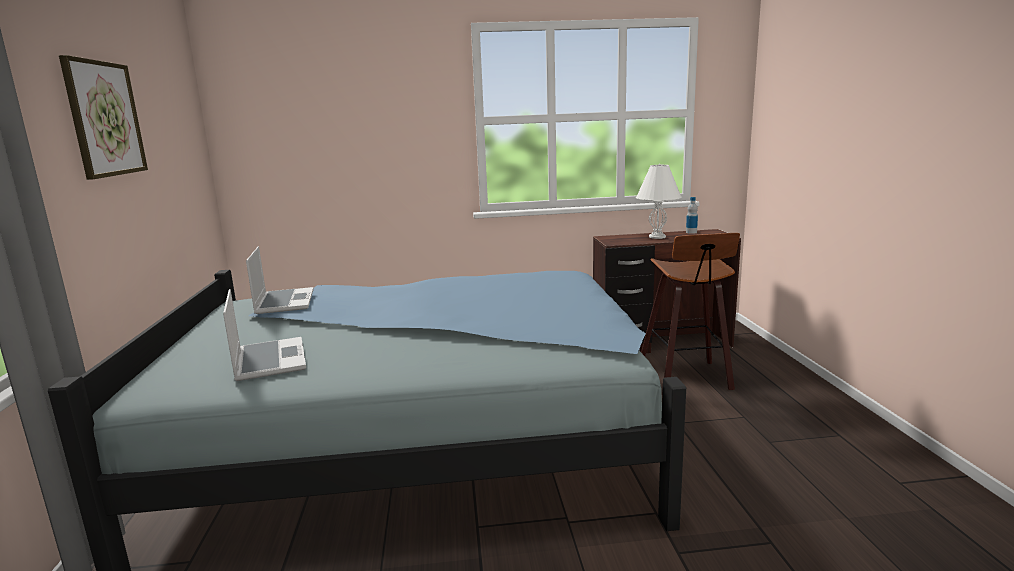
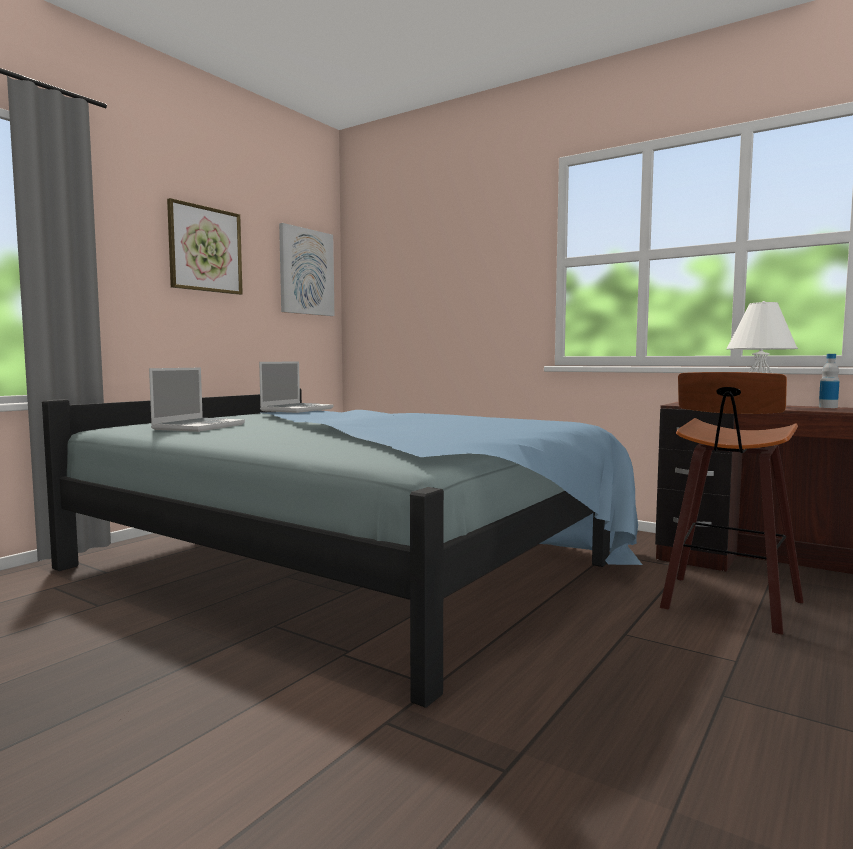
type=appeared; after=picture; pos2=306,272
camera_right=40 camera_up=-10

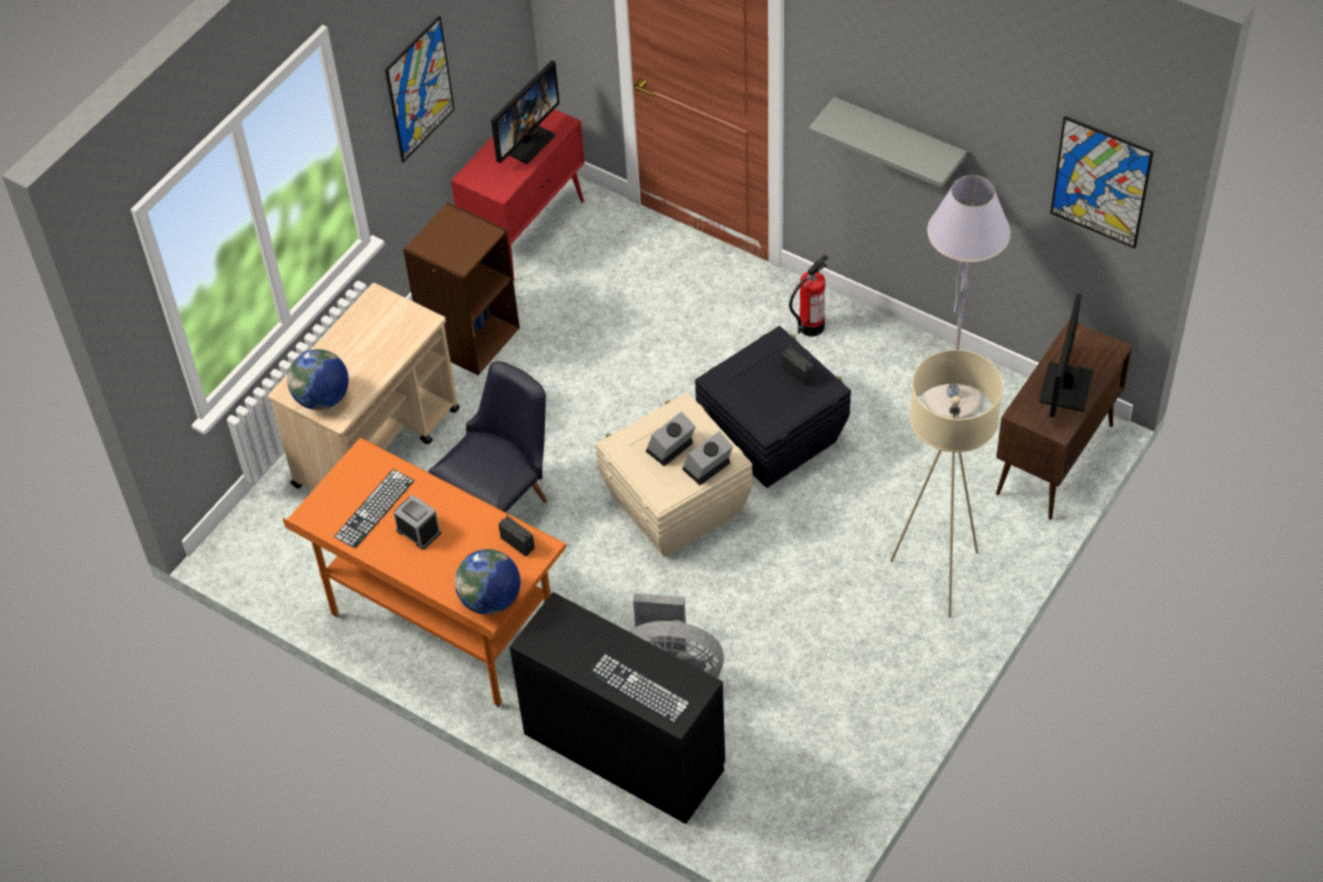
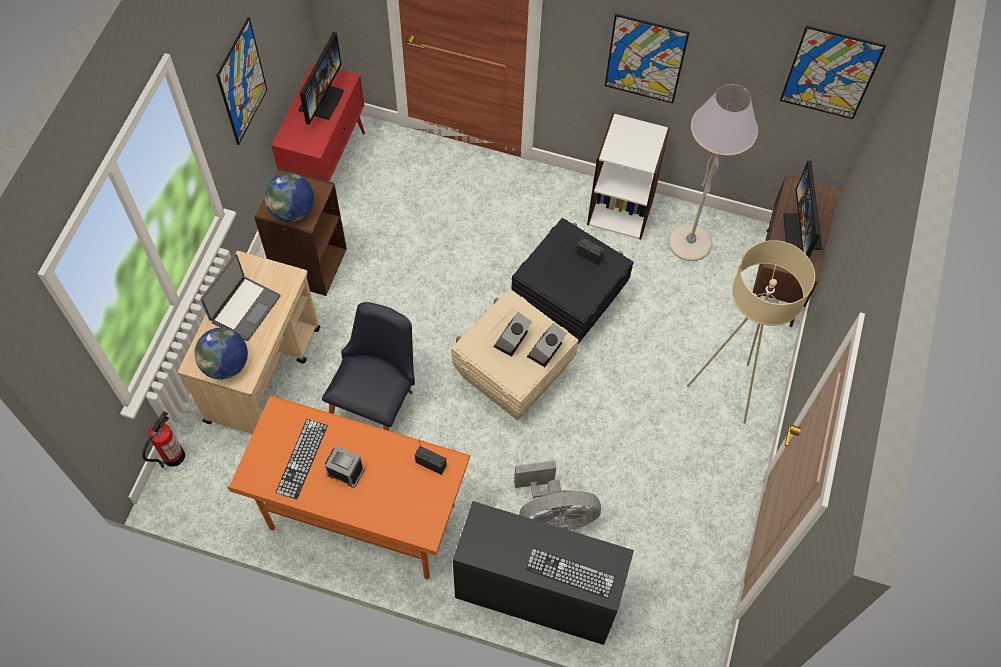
type=exchanged; before=shelf (grey); after=picture; pos1=898,140; pos2=645,59
type=relocated; before=fire extinguisher; pos1=811,326; pos2=173,456
type=relocated; before=globe; pos1=490,600; pos2=292,211
type=appeared; after=bookcase (white); pos2=621,209
type=appeared; after=laptop; pos2=244,308
camera_right=-20 camera_up=10

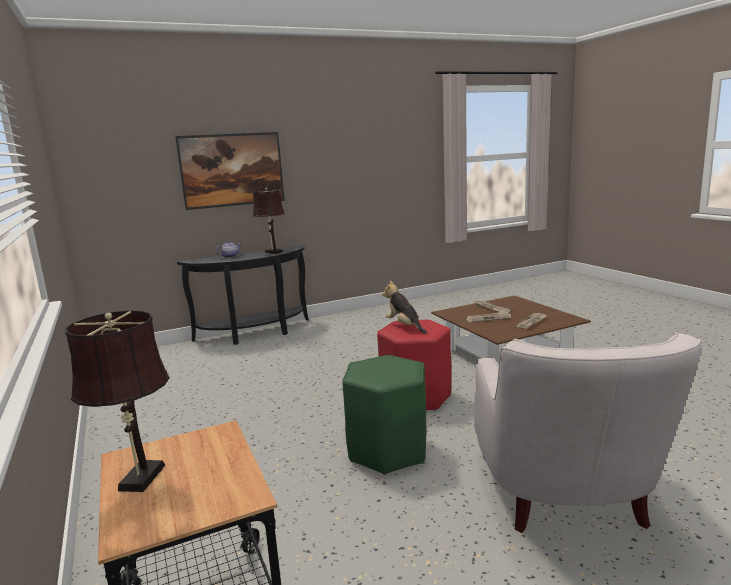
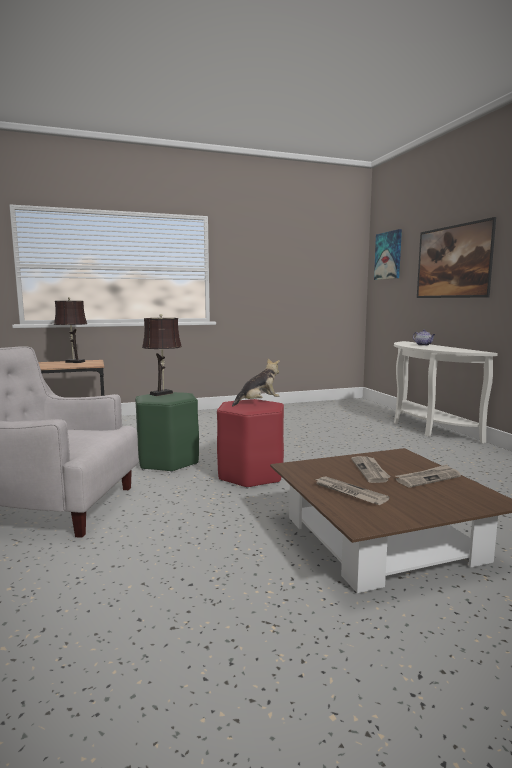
type=relocated; before=table lamp (brown); pos1=272,252; pos2=163,393
type=colour; before=console table (black); after=console table (white); pos1=255,334; pos2=425,427
type=appeared; after=picture; pos2=388,255
camera_right=95 camera_up=-5

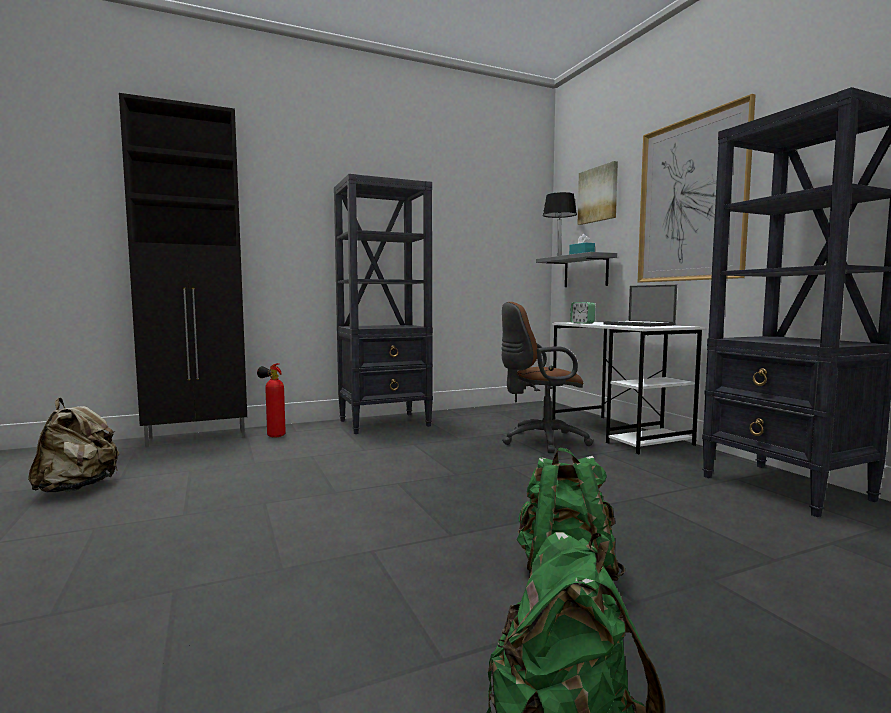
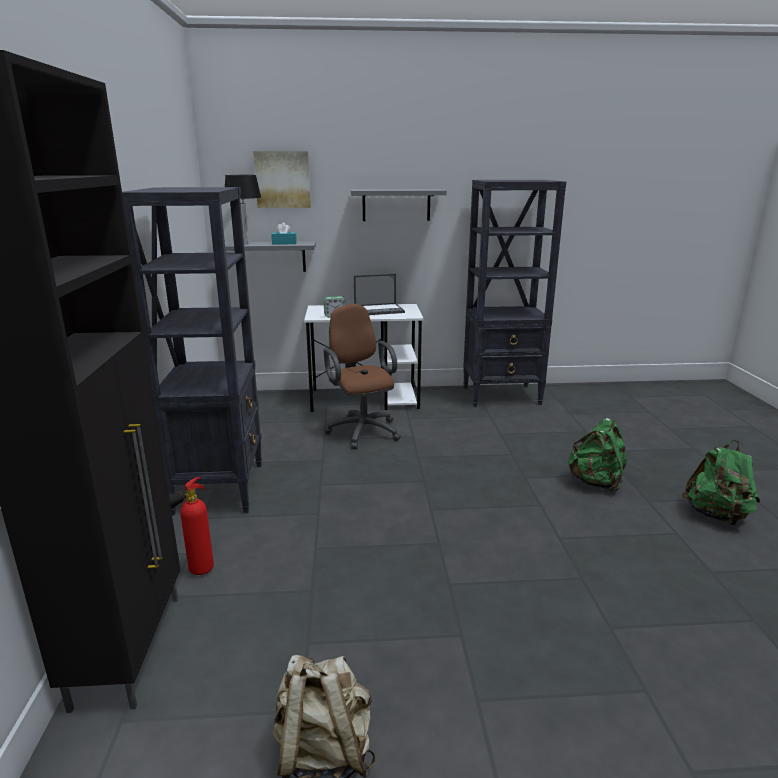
type=exchanged; before=picture; after=shelf (grey); pos1=690,200; pos2=396,205
type=spun; before=office chair (brown); pos1=540,441; pos2=362,430; turn=150
camera_right=-70 camera_up=15

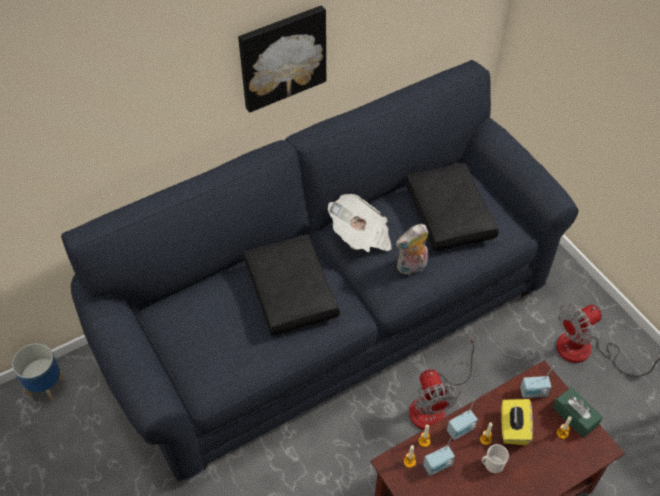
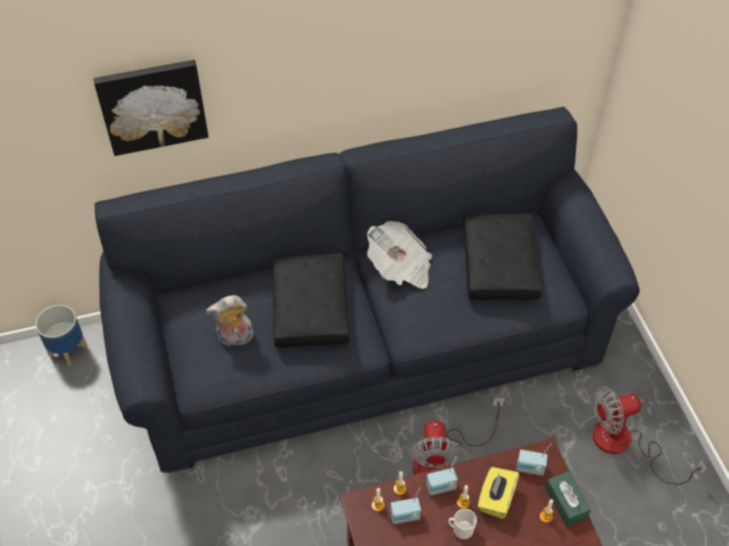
type=relocated; before=picture; pos1=282,57; pos2=152,105
type=relocated; before=plush toy; pos1=411,267; pos2=234,339
camera_right=15 camera_up=0

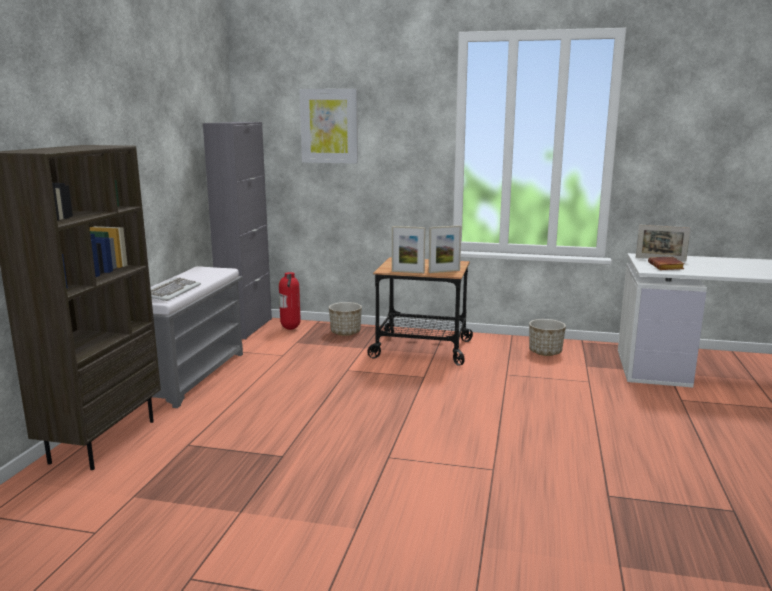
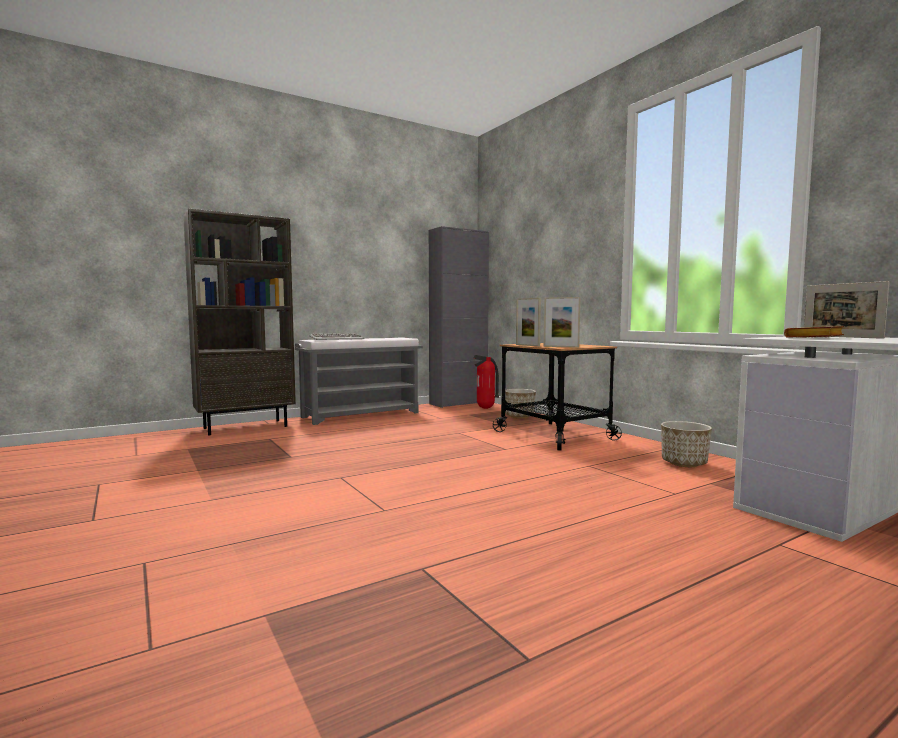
type=missing; before=picture; pos1=329,126
camera_right=45 camera_up=-10

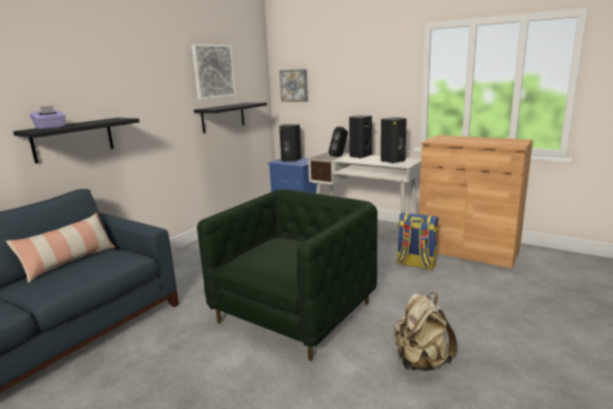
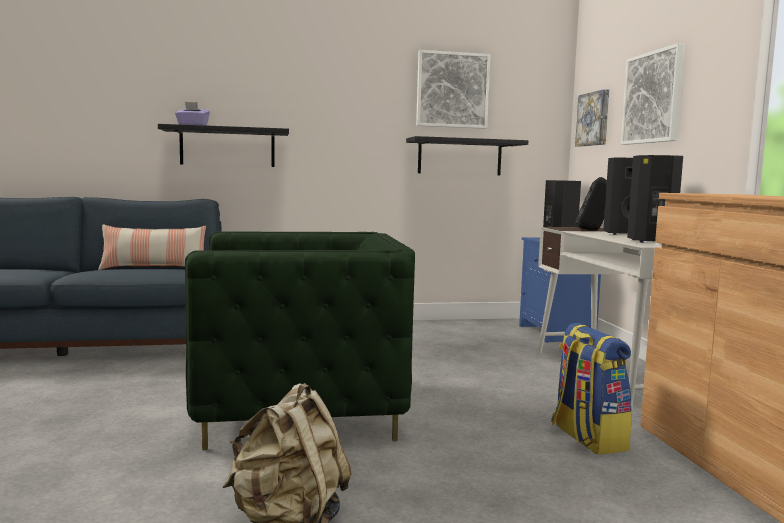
type=appeared; after=picture; pos2=653,97
camera_right=45 camera_up=-10

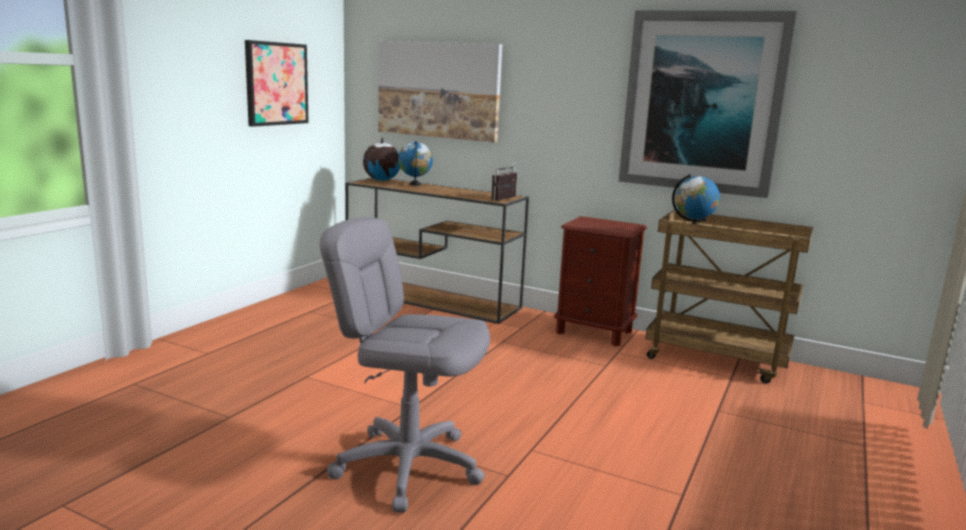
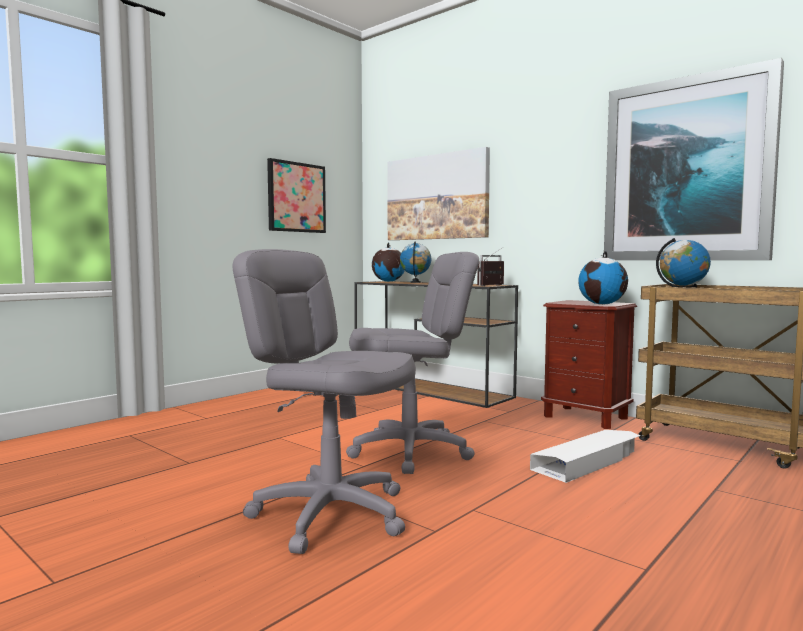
type=appeared; after=globe; pos2=602,304
type=appeared; after=office chair (grey); pos2=410,452
type=appeared; after=storage box (white); pos2=587,462
camera_right=15 camera_up=-10

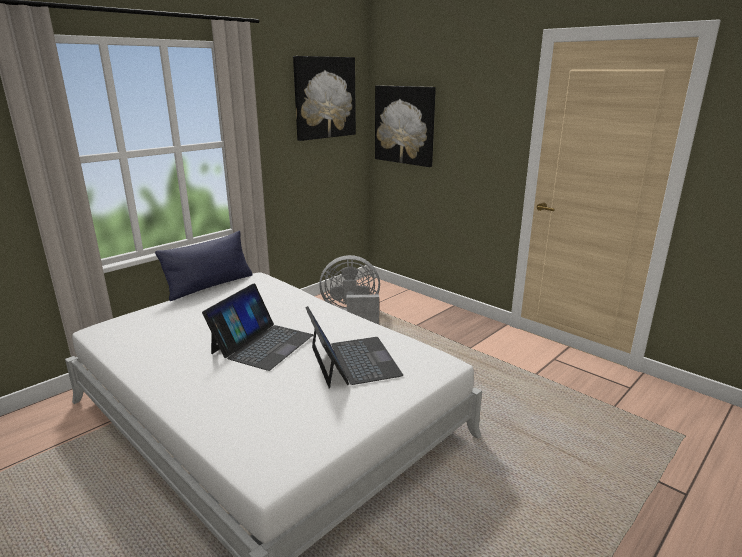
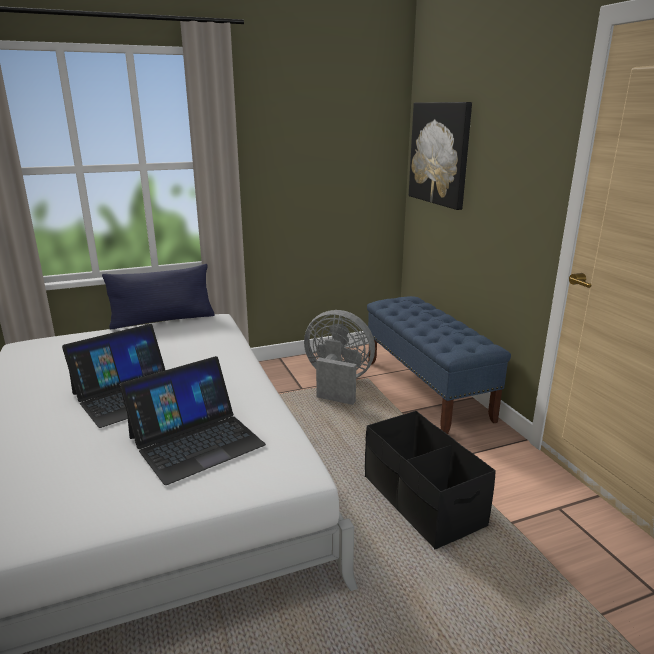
type=missing; before=picture; pos1=324,98
type=spun; before=laptop; pos1=353,361; pos2=196,441; turn=45
type=appeared; after=bench (blue); pos2=426,390
type=appeared; after=storage box (black); pos2=422,500
camera_right=25 camera_up=0

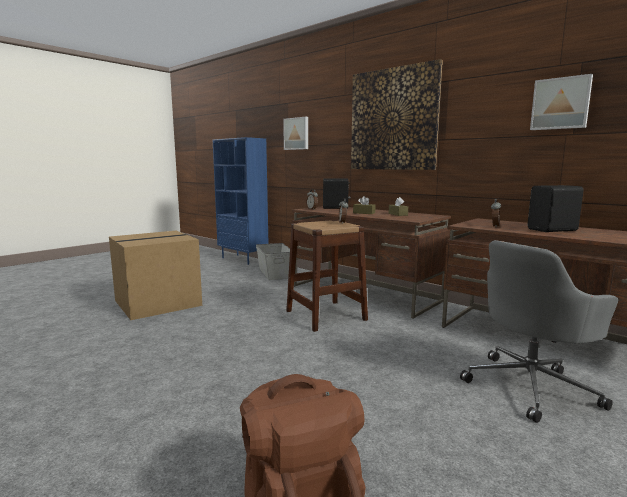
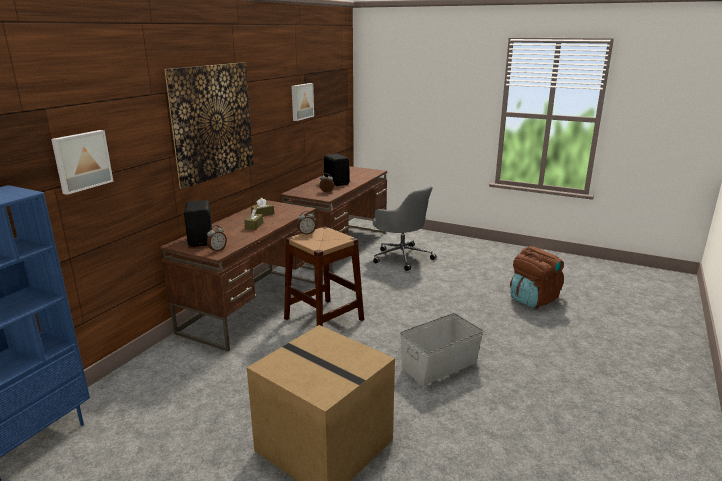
type=relocated; before=storage box (grey); pos1=274,273; pos2=439,365
camera_right=-105 camera_up=10

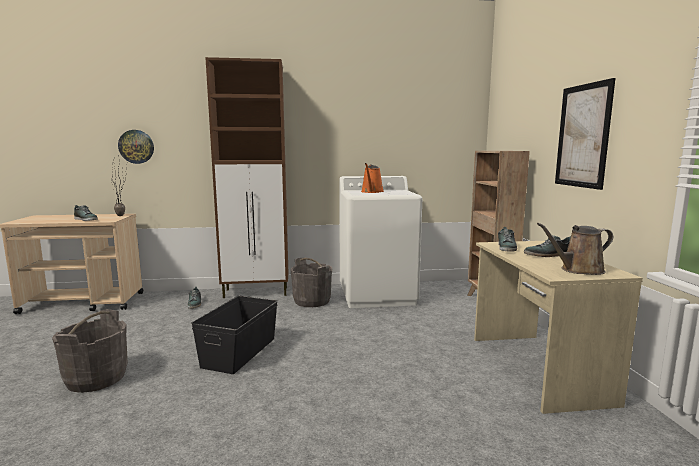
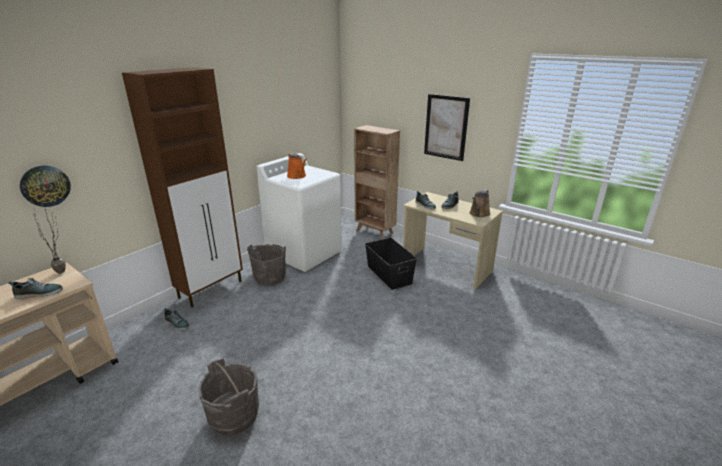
type=relocated; before=storage box (black); pos1=240,352; pos2=389,274
camera_right=-45 camera_up=15

